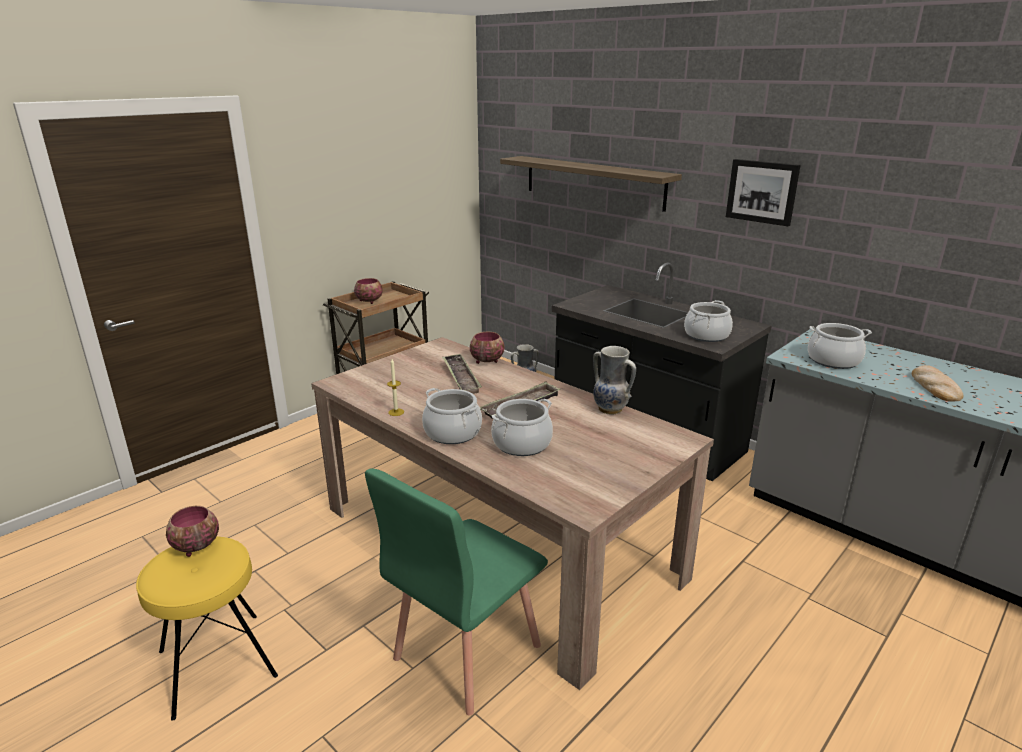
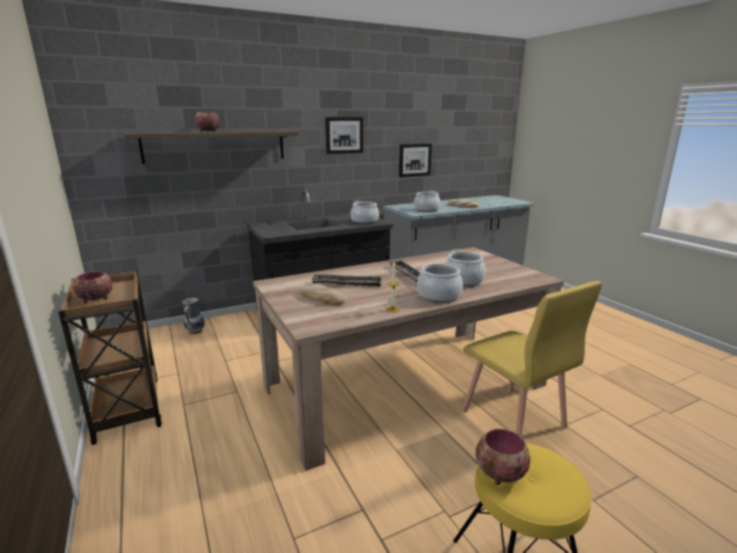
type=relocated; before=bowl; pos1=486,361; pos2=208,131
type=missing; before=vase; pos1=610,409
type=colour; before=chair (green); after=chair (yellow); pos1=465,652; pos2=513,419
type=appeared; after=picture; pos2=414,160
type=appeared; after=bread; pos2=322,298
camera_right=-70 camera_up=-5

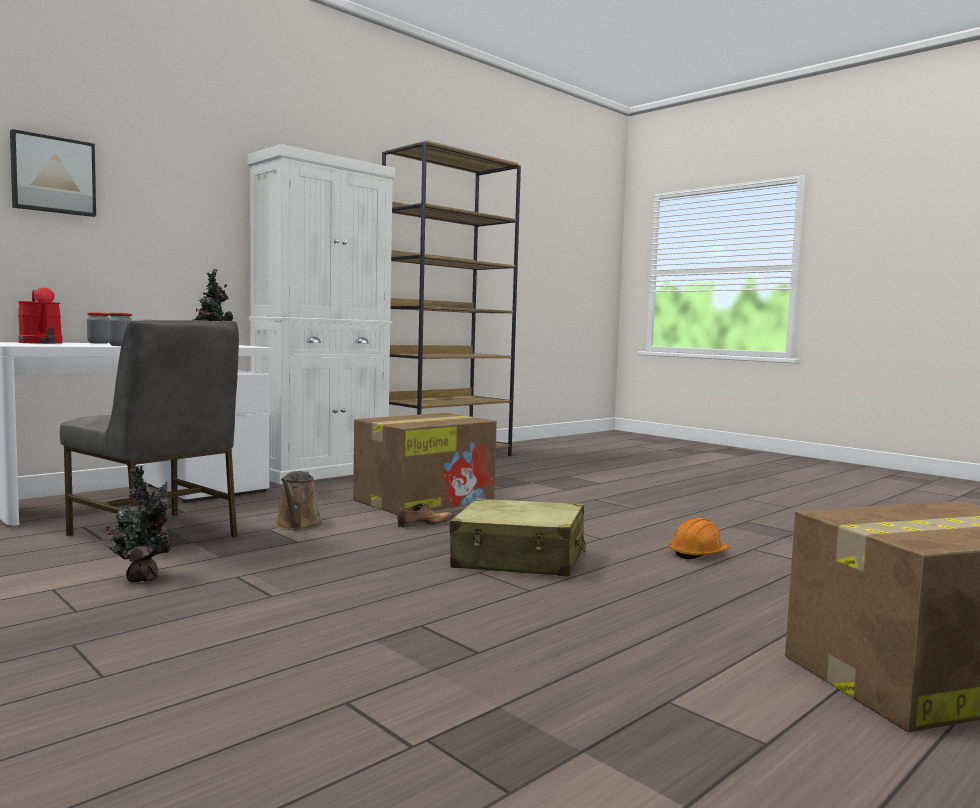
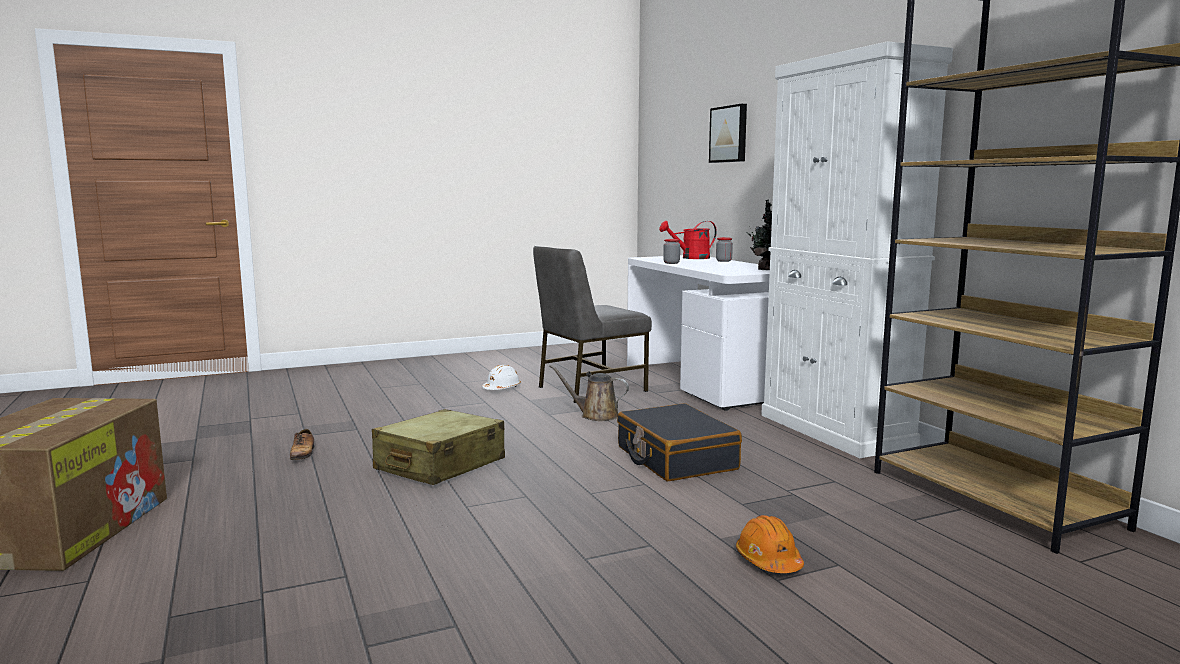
type=exchanged; before=cardboard box; after=suitcase (black); pos1=426,499; pos2=675,458
type=exchanged; before=potted plant; after=hard hat (white); pos1=142,578; pos2=502,388
type=relocated; before=shoe; pos1=424,524; pos2=302,454
type=relocated; before=hard hat (orange); pos1=698,554; pos2=768,561
camera_right=110 camera_up=5

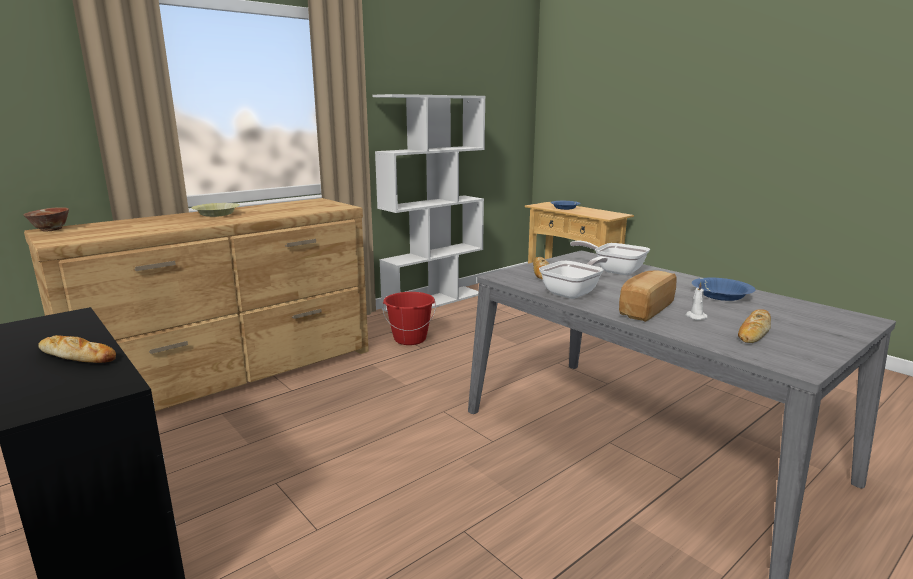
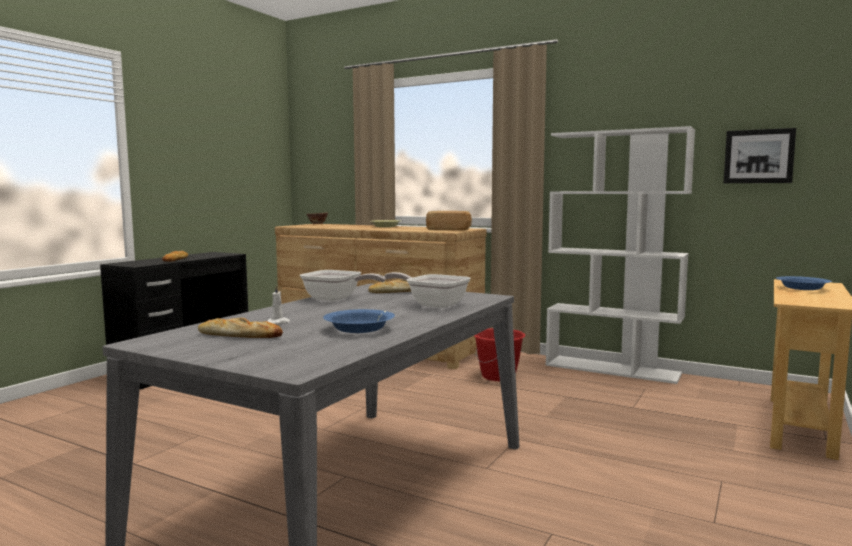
type=spun; before=frying pan; pos1=614,270; pos2=432,304; turn=-75
type=relocated; before=bread; pos1=644,309; pos2=449,229
type=appeared; after=picture; pos2=758,156
camera_right=70 camera_up=-10

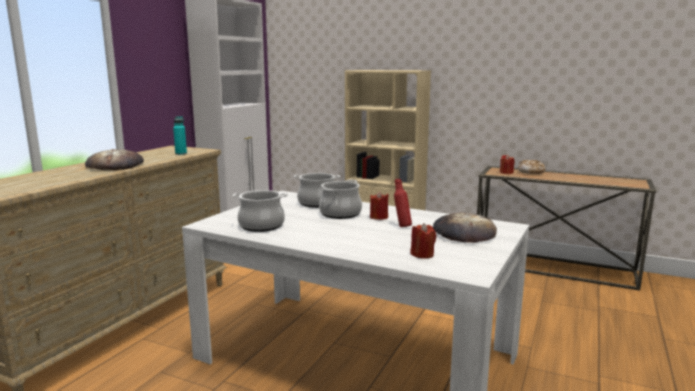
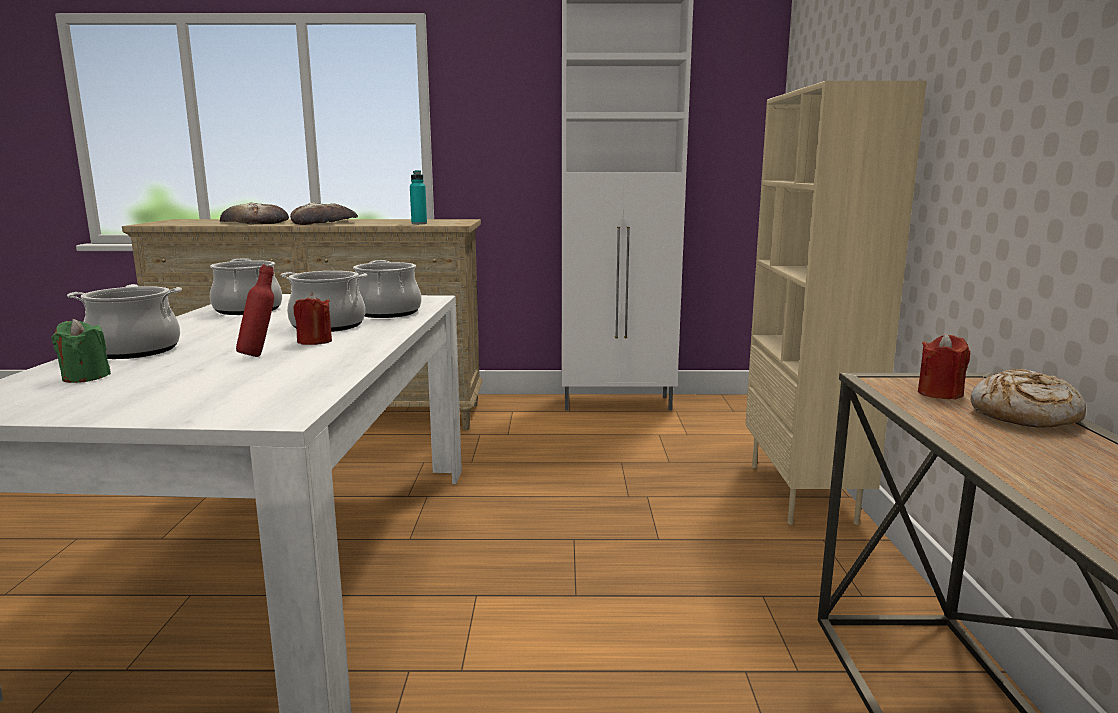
type=relocated; before=bread; pos1=464,233; pos2=255,222
type=colour; before=candle (red); after=candle (green); pos1=422,254; pos2=85,377
type=appeared; after=cooking pot; pos2=134,350
camera_right=65 camera_up=0

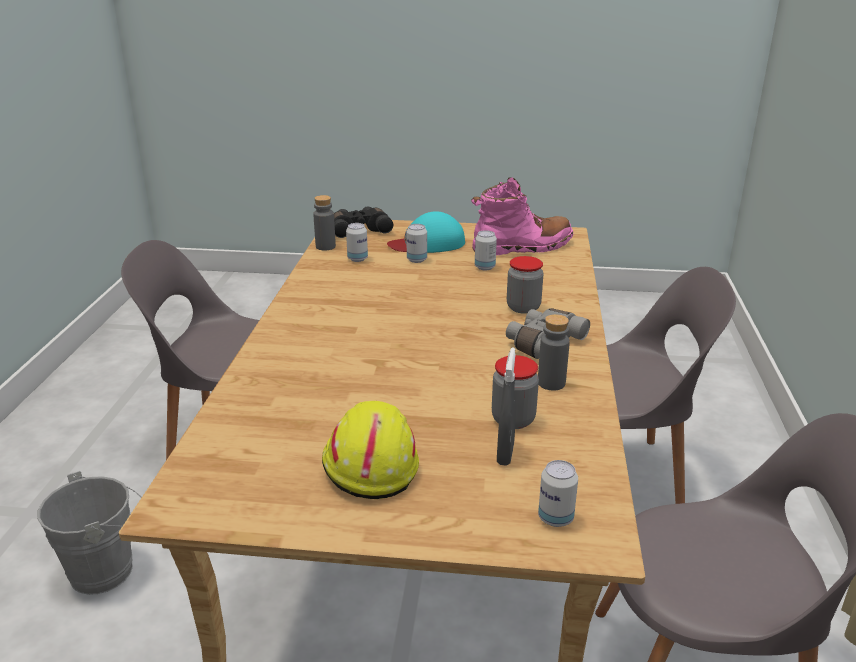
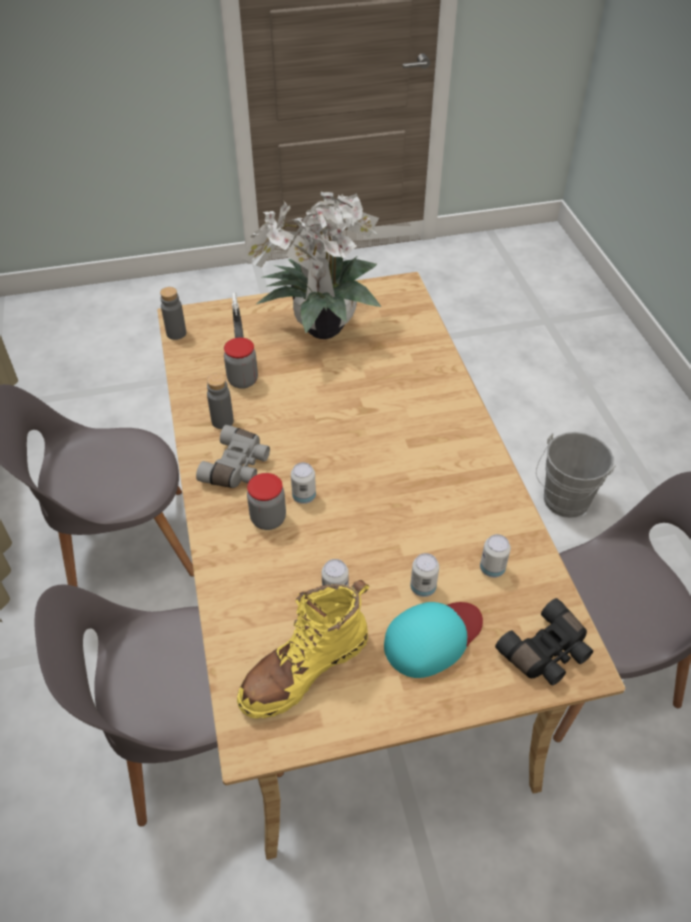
type=colour; before=boot (pink); after=boot (yellow); pos1=523,247; pos2=304,669
type=relocated; before=bottle (grey); pos1=325,246; pos2=176,333
type=exchanged; before=hard hat (yellow); after=potted plant; pos1=369,464; pos2=319,329
type=relocated; before=can; pos1=555,518; pos2=304,496
camera_right=160 camera_up=20

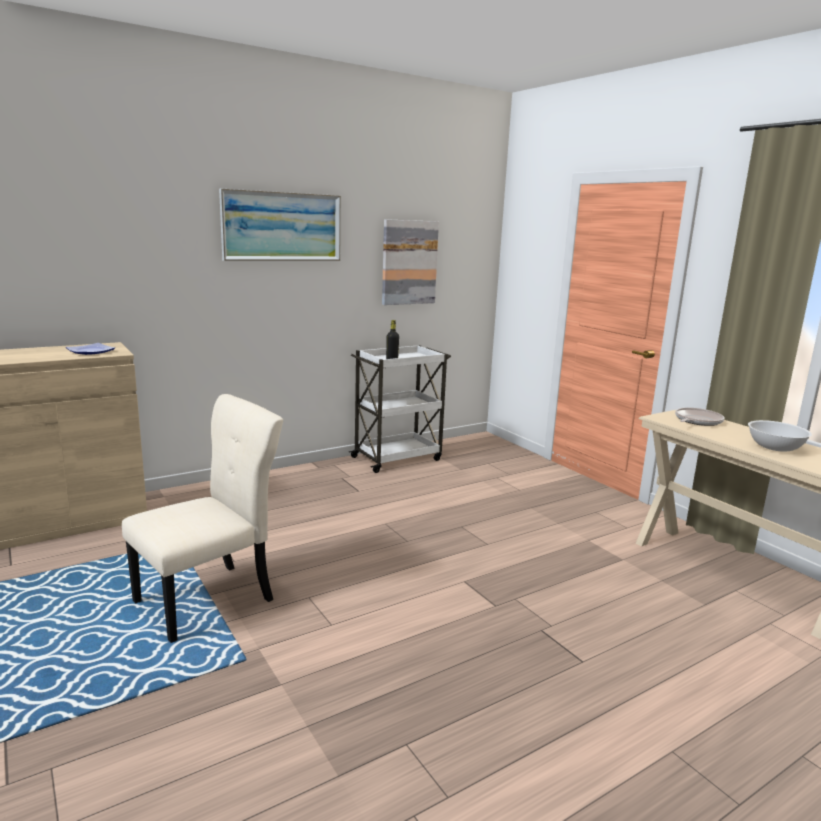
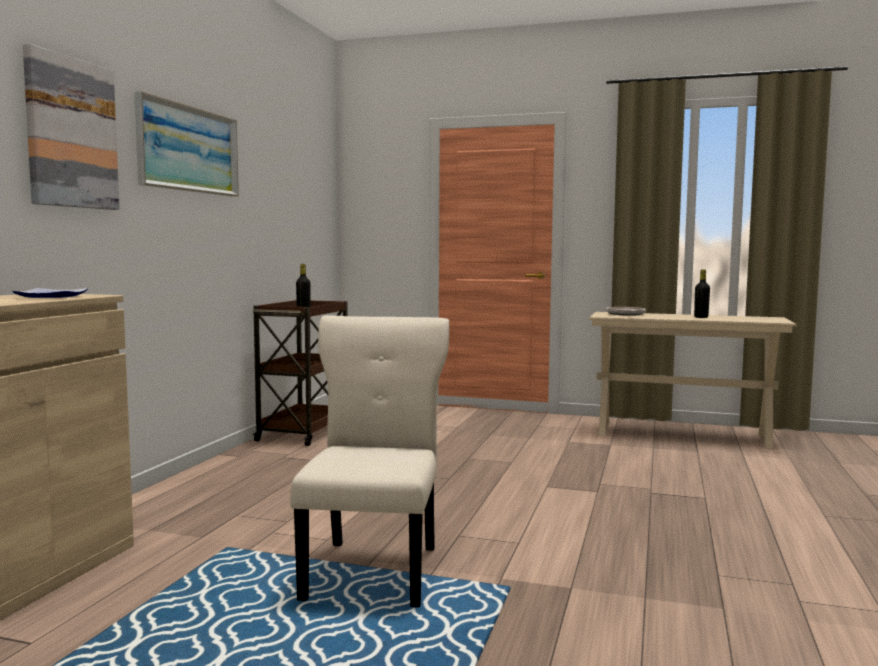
type=relocated; before=picture; pos1=409,262; pos2=71,133
type=colour; before=cart (white); after=cart (brown); pos1=398,458; pos2=304,432
type=exchanged; before=bowl (white); after=bottle (black); pos1=775,448; pos2=701,317
camera_right=-40 camera_up=-10

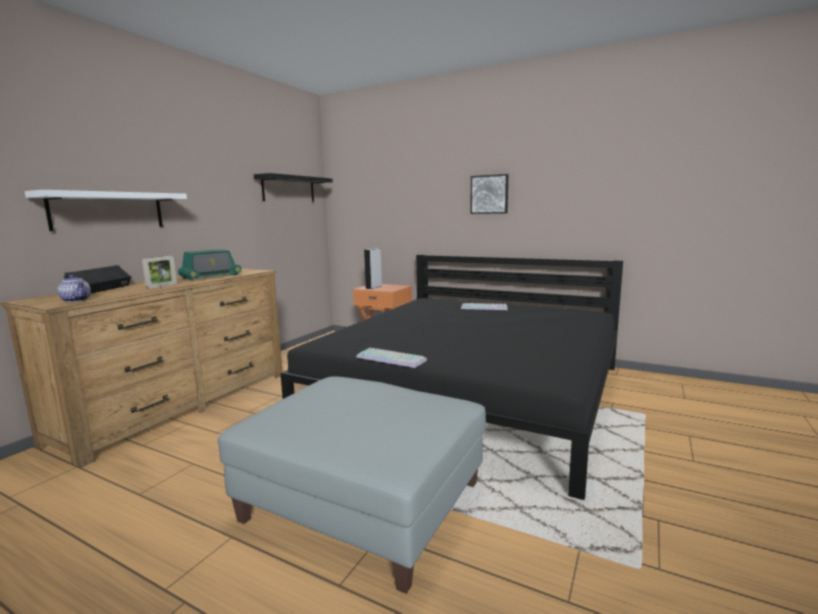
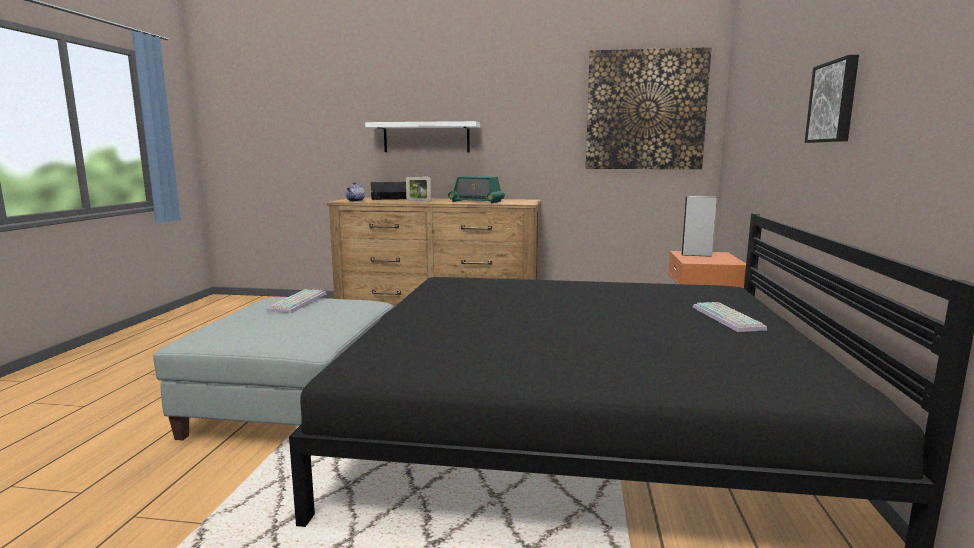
type=exchanged; before=shelf (black); after=picture; pos1=288,189; pos2=645,110
type=relocated; before=keyboard; pos1=392,358; pos2=298,302
camera_right=70 camera_up=0

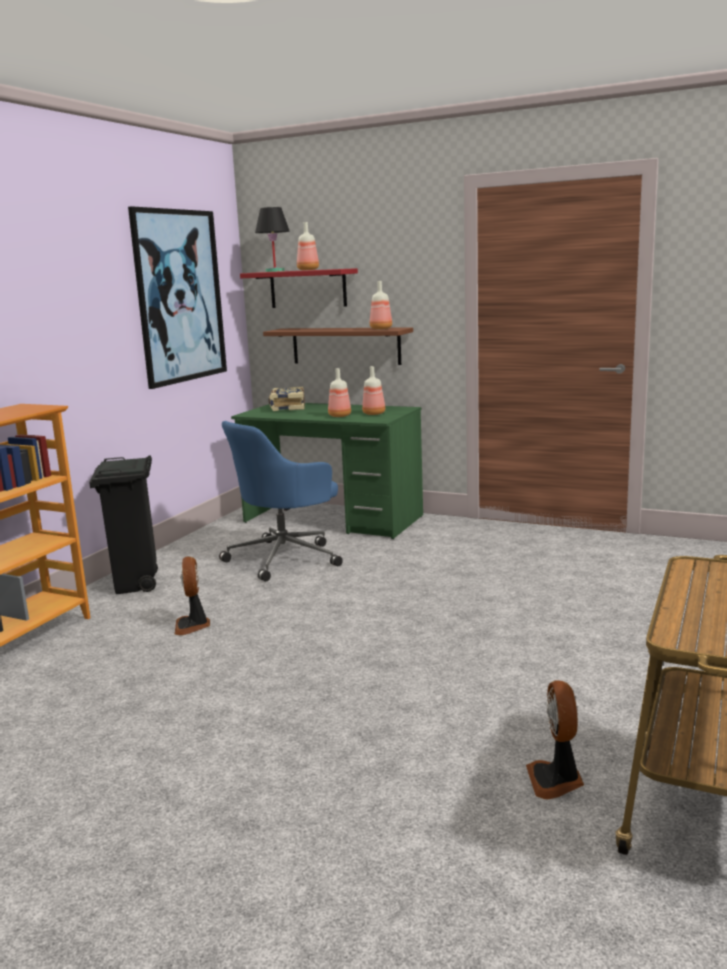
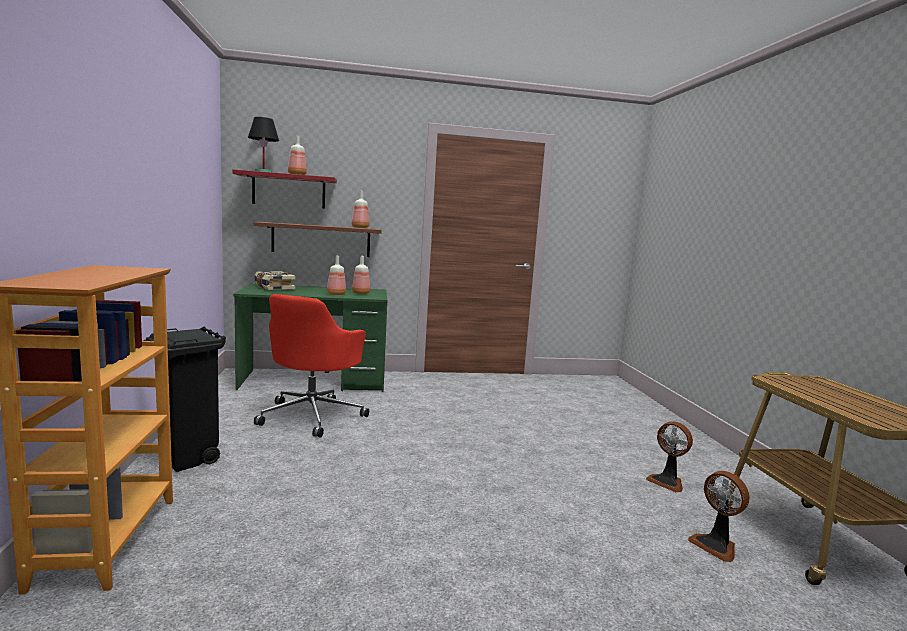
type=missing; before=picture; pos1=180,296
type=colour; before=office chair (blue); after=office chair (red); pos1=285,558; pos2=313,415
type=relocated; before=fan; pos1=193,625; pos2=667,482
camera_right=-35 camera_up=-5

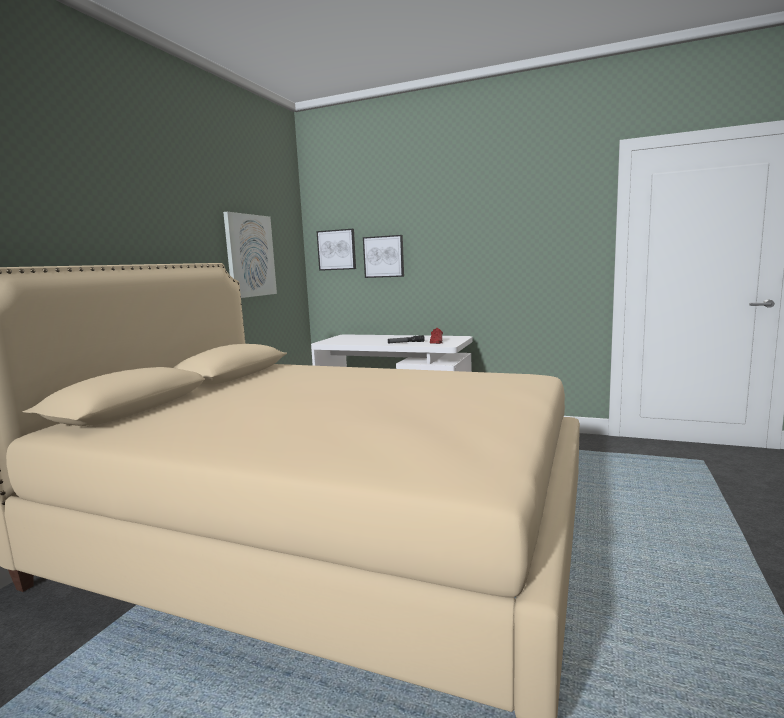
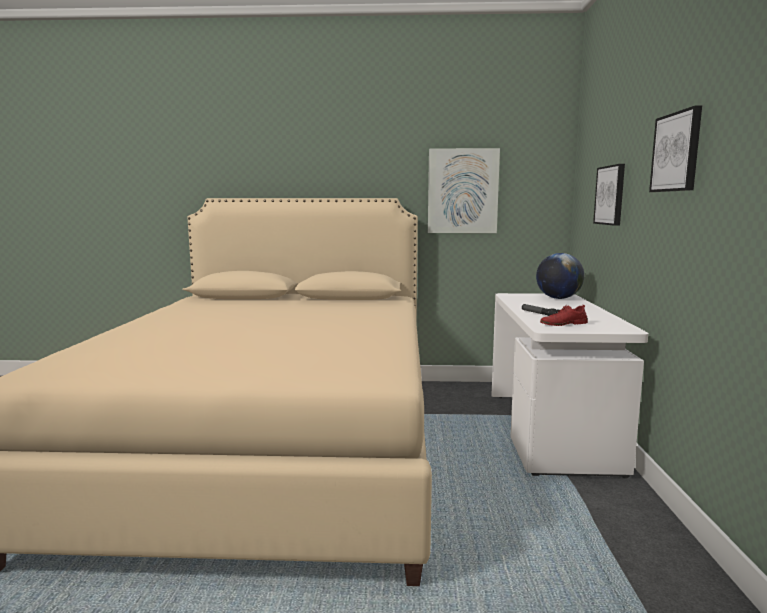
type=relocated; before=picture; pos1=337,250; pos2=677,152
type=appeared; after=globe; pos2=558,298
camera_right=70 camera_up=0

